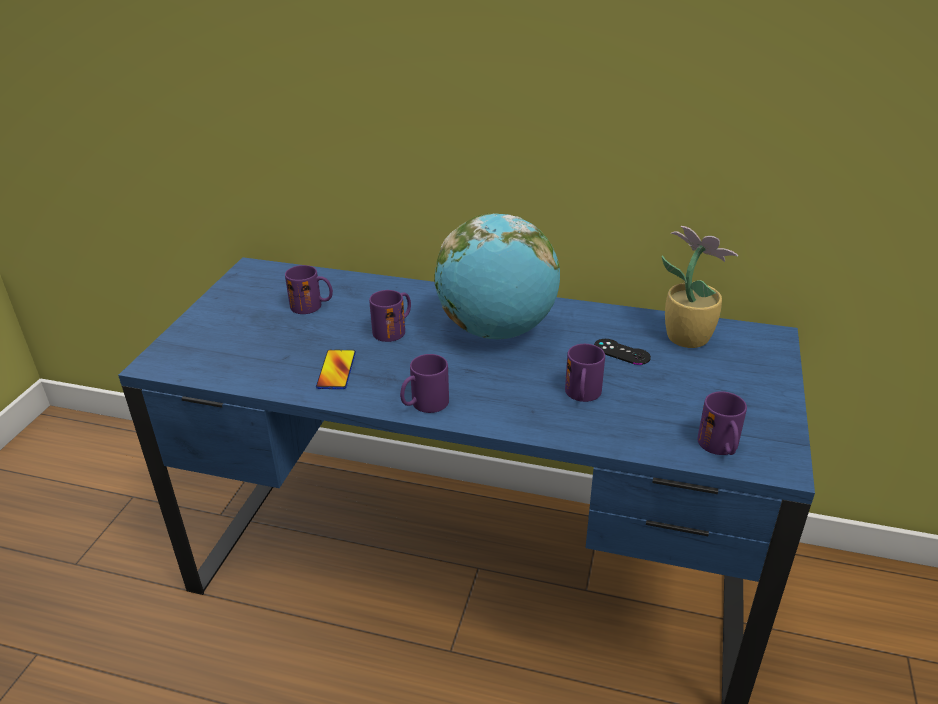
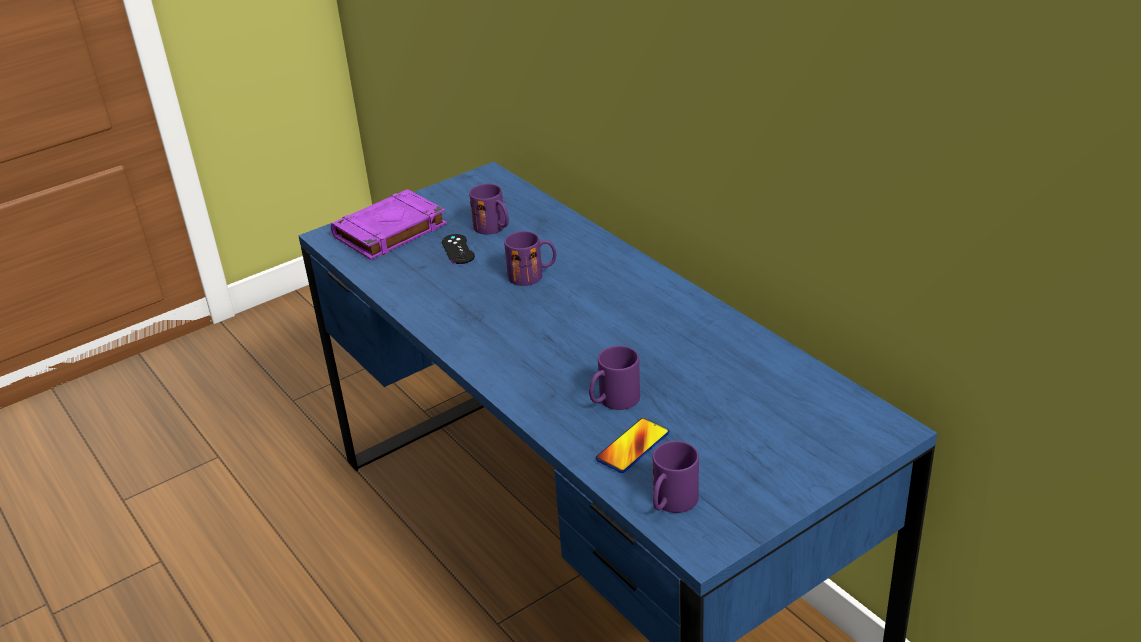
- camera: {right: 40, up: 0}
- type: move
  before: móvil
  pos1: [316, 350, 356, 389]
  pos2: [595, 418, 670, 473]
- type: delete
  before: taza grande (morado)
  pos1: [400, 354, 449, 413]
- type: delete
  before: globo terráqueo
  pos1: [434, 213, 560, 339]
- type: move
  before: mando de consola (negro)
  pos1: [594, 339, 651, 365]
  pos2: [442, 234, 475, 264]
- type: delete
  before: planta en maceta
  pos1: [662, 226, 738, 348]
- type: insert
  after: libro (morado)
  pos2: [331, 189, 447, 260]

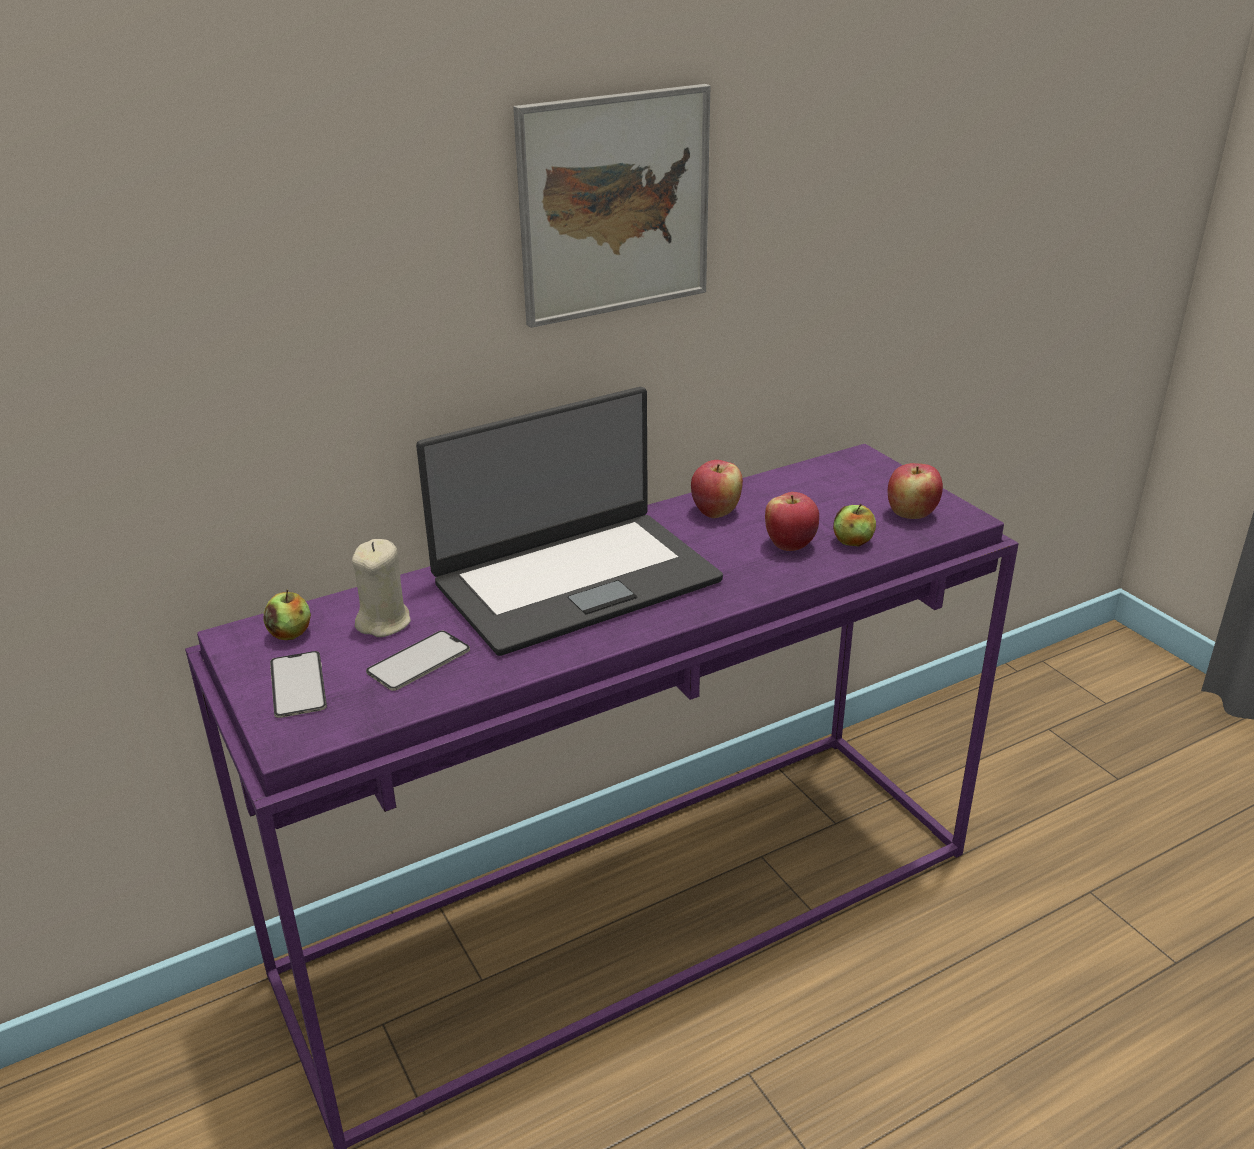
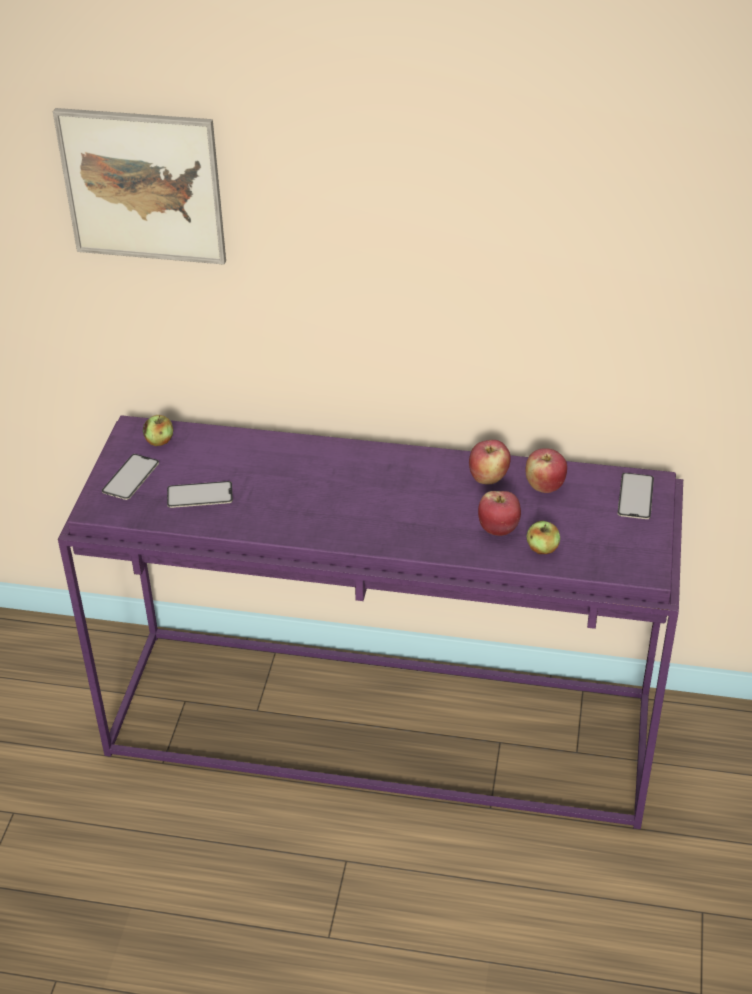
- camera: {right: 40, up: 10}
- type: delete
  before: vela (beis)
  pos1: [352, 539, 411, 637]
- type: delete
  before: portátil
  pos1: [416, 387, 723, 656]
- type: move
  before: cuadro
  pos1: [513, 84, 711, 328]
  pos2: [53, 108, 226, 265]
- type: move
  before: manzana
  pos1: [888, 463, 943, 519]
  pos2: [526, 448, 567, 493]
- type: insert
  after: móvil
  pos2: [617, 473, 654, 519]

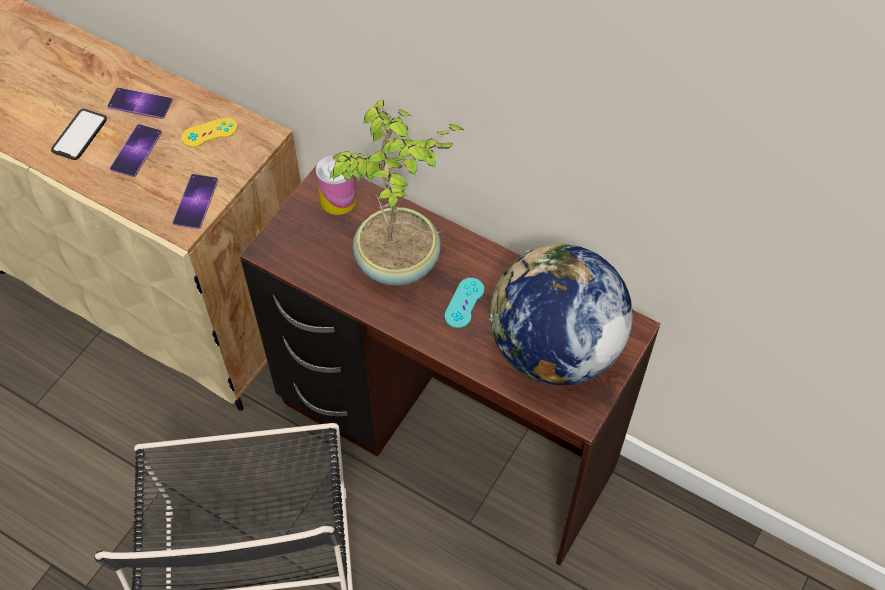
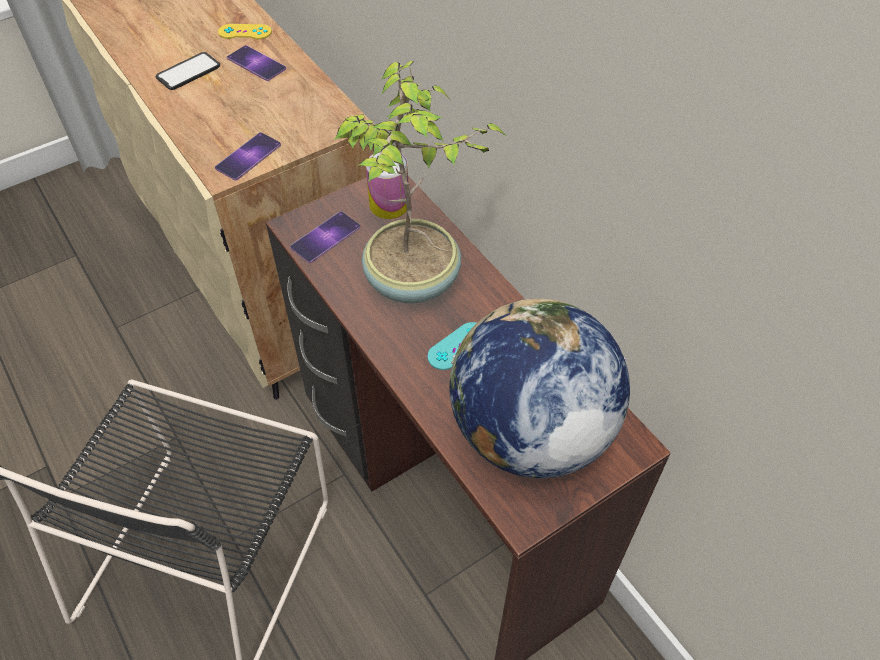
- camera: {right: 25, up: -5}
- type: move
  before: móvil
  pos1: [110, 124, 162, 177]
  pos2: [290, 211, 361, 263]
- type: move
  before: mando de consola (amarillo)
  pos1: [181, 117, 237, 147]
  pos2: [218, 24, 272, 39]

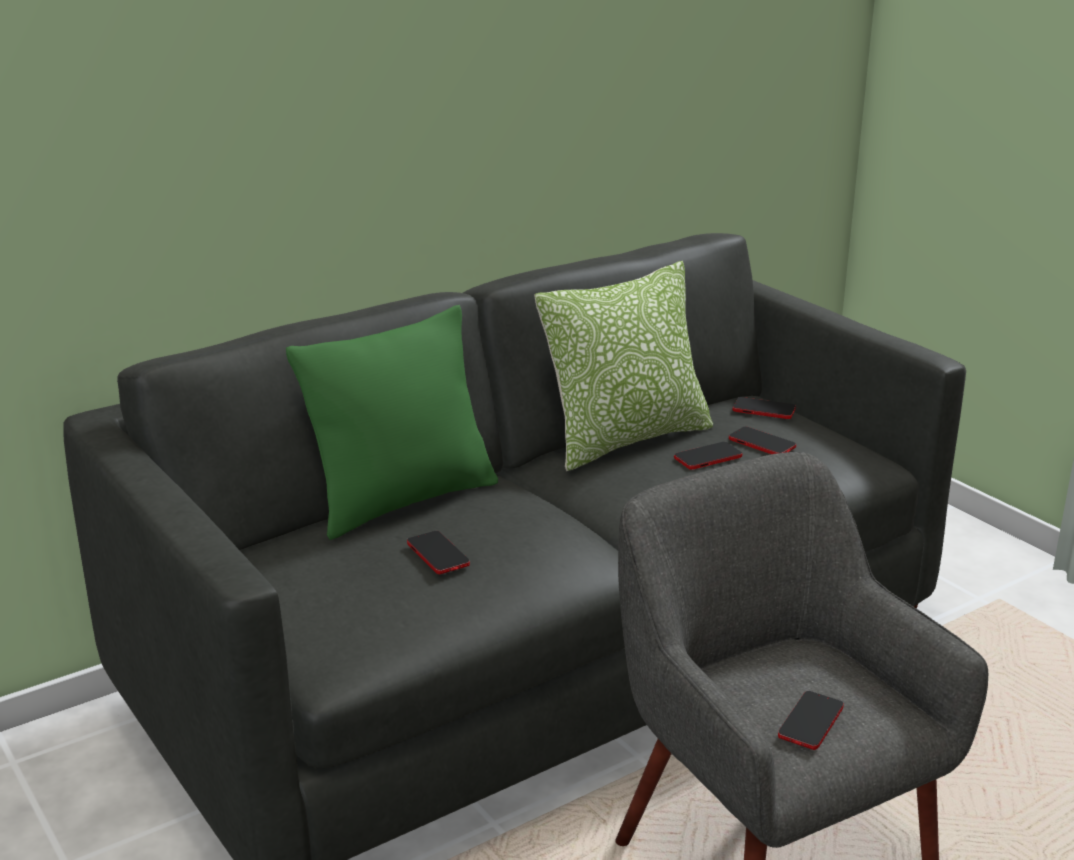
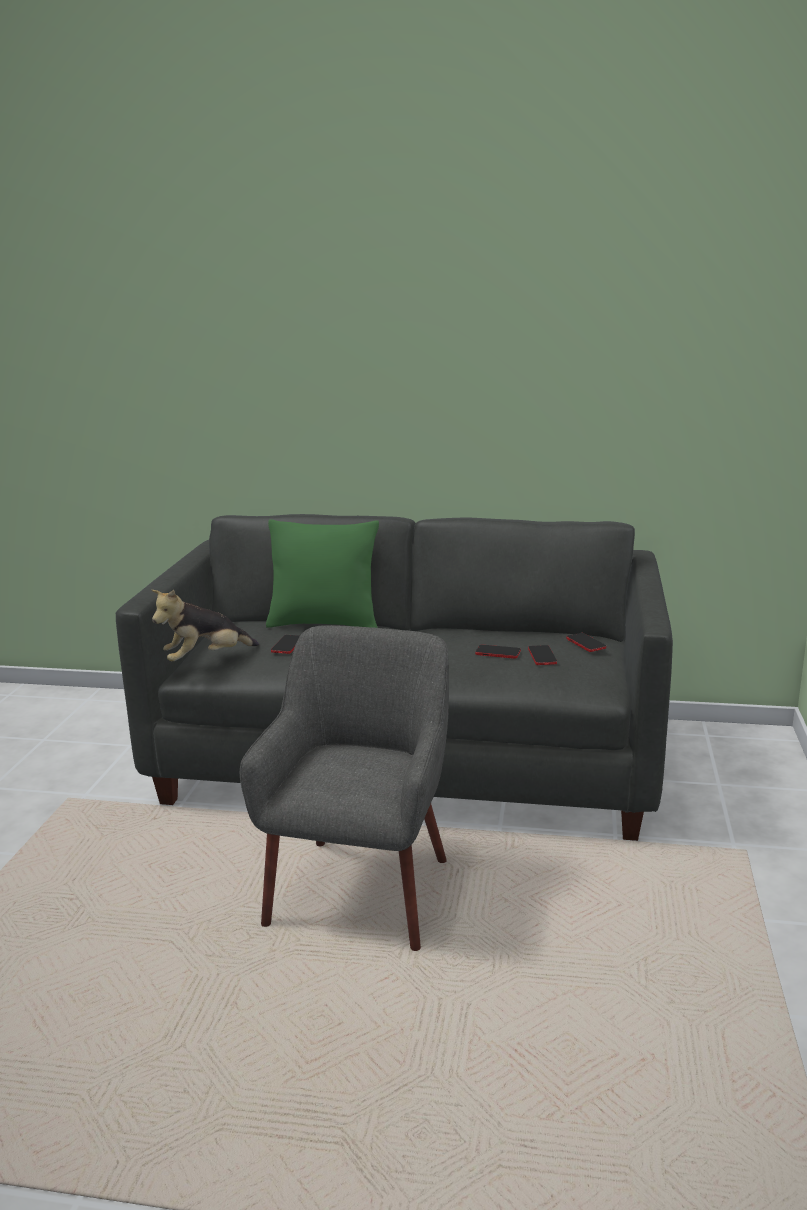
- camera: {right: 45, up: -5}
- type: delete
  before: cojín
  pos1: [534, 261, 713, 471]
- type: delete
  before: móvil
  pos1: [778, 691, 844, 750]
- type: insert
  after: peluche
  pos2: [152, 590, 259, 661]

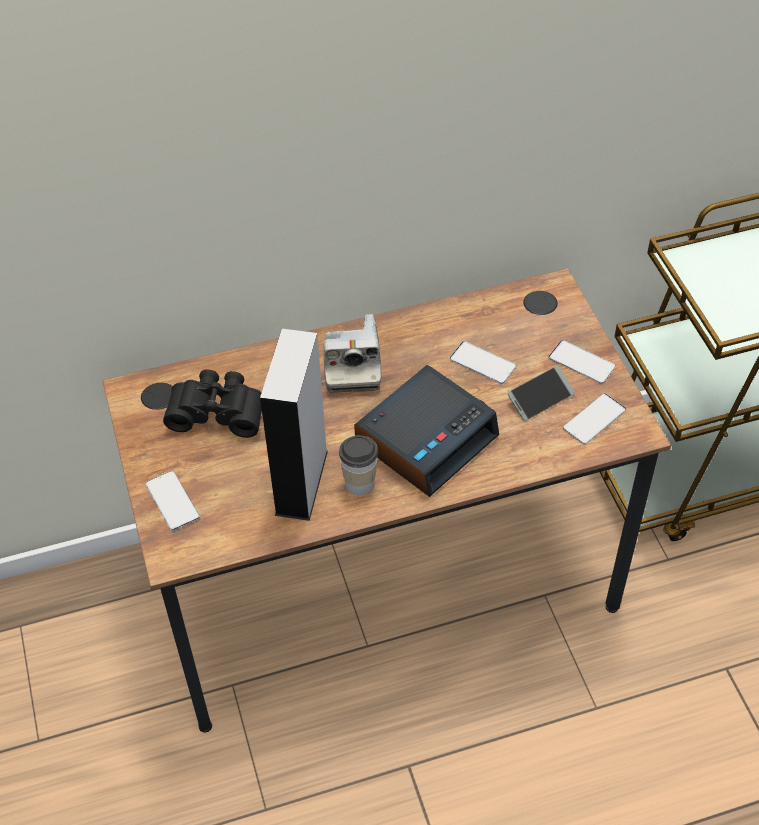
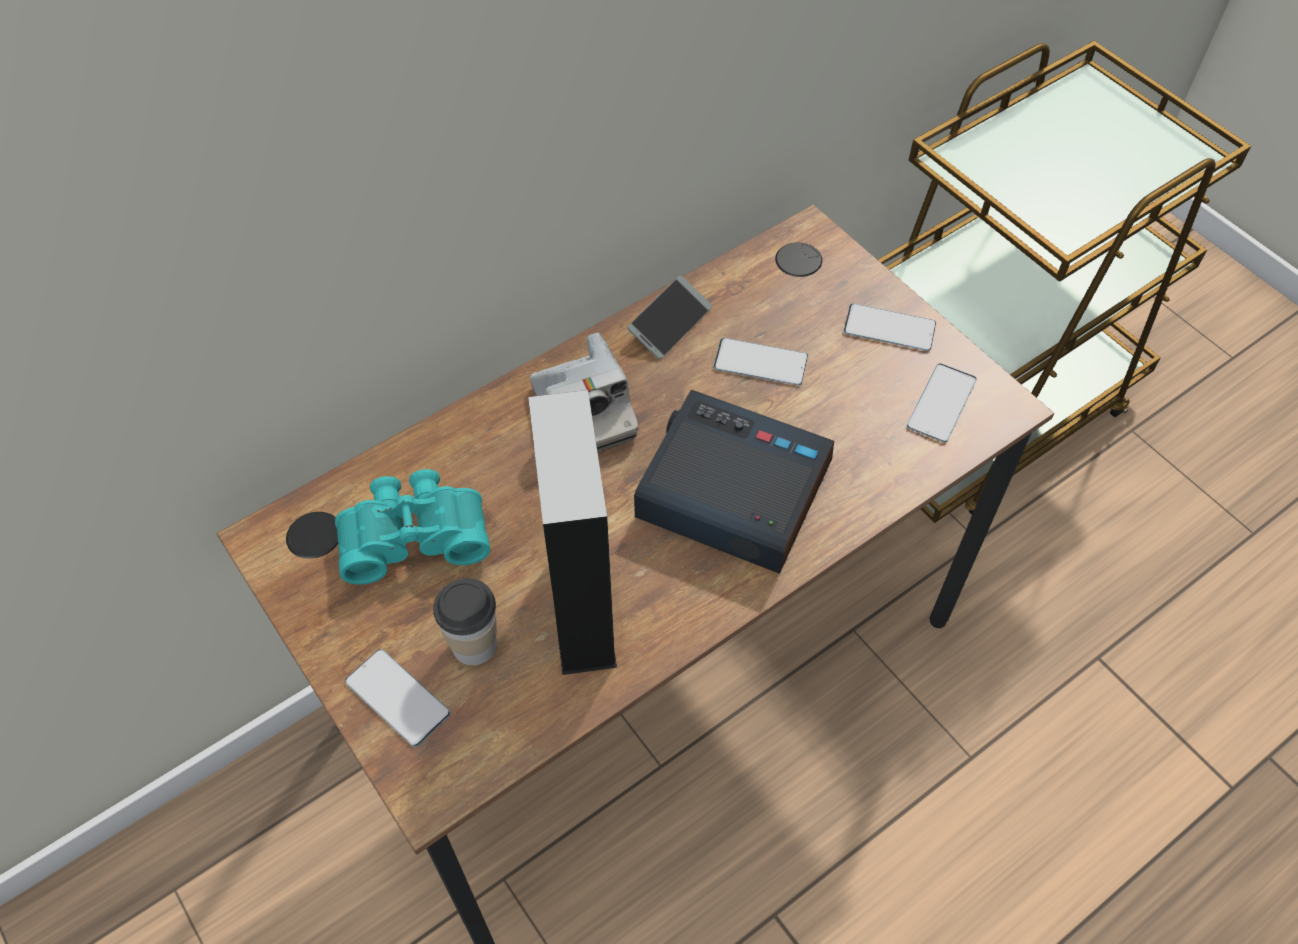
- camera: {right: -20, up: 5}
- type: recolor
  before: prismáticos (negro)
  after: prismáticos (turquesa)
  pos1: [163, 369, 262, 438]
  pos2: [335, 469, 490, 585]
- type: move
  before: taza
  pos1: [339, 435, 378, 495]
  pos2: [433, 579, 497, 665]
- type: rotate
  before: despertador
  pos1: [354, 365, 499, 497]
  pos2: [634, 390, 834, 574]
  turn: -90
- type: move
  before: móvil
  pos1: [507, 366, 575, 421]
  pos2: [627, 276, 712, 359]

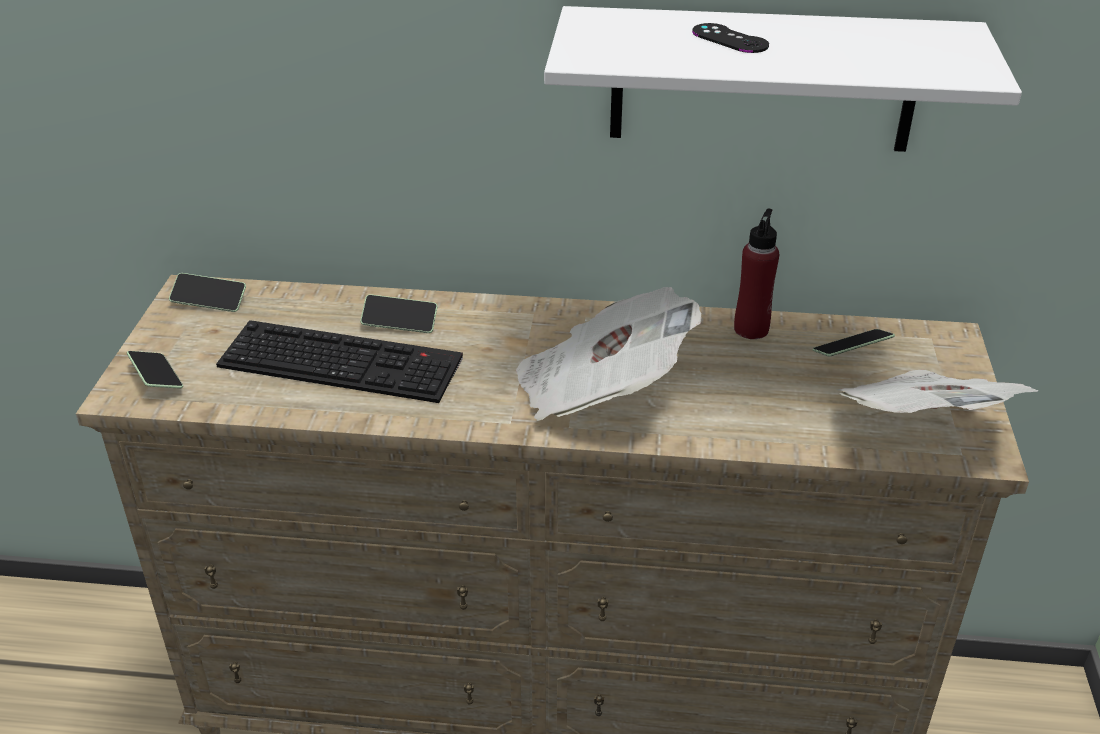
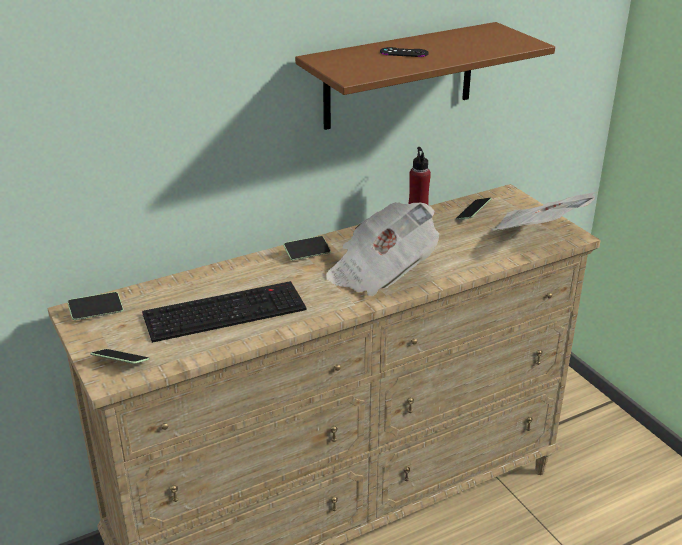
- camera: {right: -35, up: -5}
- type: move
  before: móvil
  pos1: [360, 294, 437, 333]
  pos2: [283, 236, 331, 260]
- type: recolor
  before: estante (blanco)
  after: estante (marrón)
  pos1: [544, 6, 1022, 152]
  pos2: [295, 22, 555, 130]

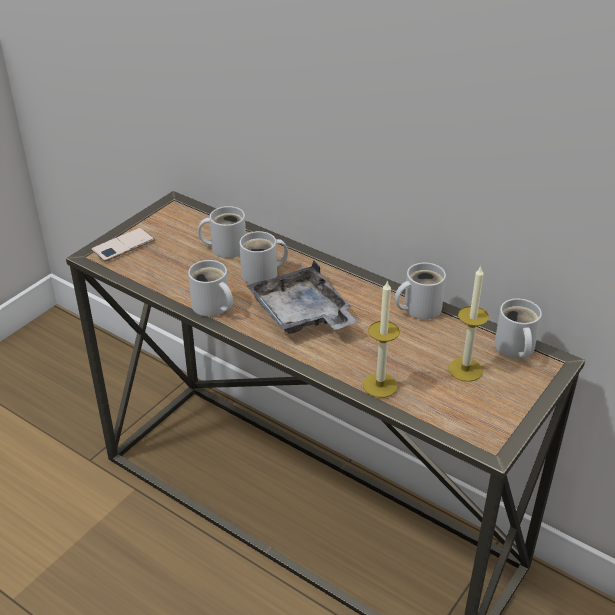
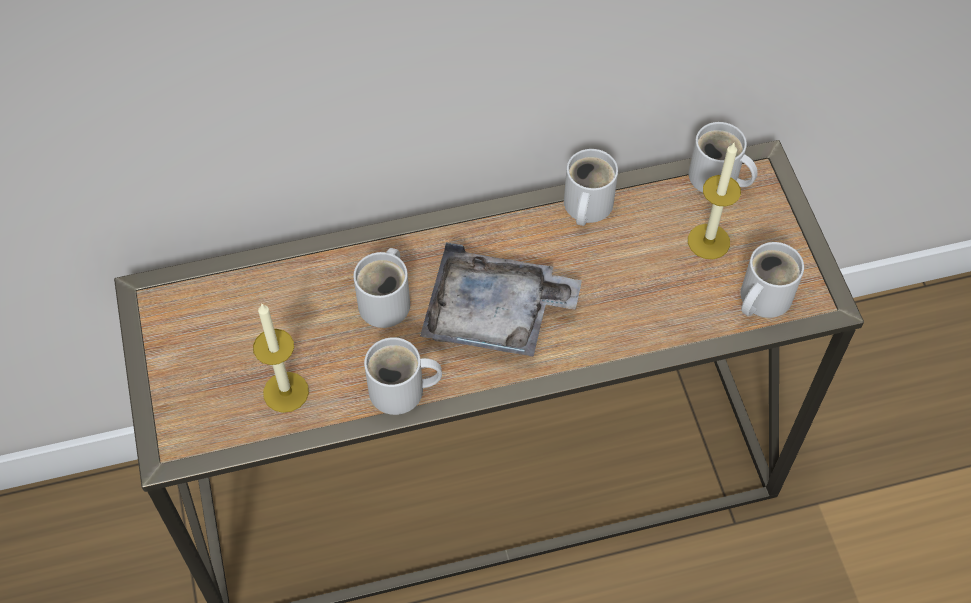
- camera: {right: -50, up: 20}
- type: delete
  before: móvil
  pos1: [91, 228, 155, 262]
- type: move
  before: taza grande (blanco)
  pos1: [198, 206, 246, 258]
  pos2: [741, 242, 804, 318]
- type: move
  before: vela
  pos1: [363, 280, 400, 398]
  pos2: [253, 303, 309, 413]

